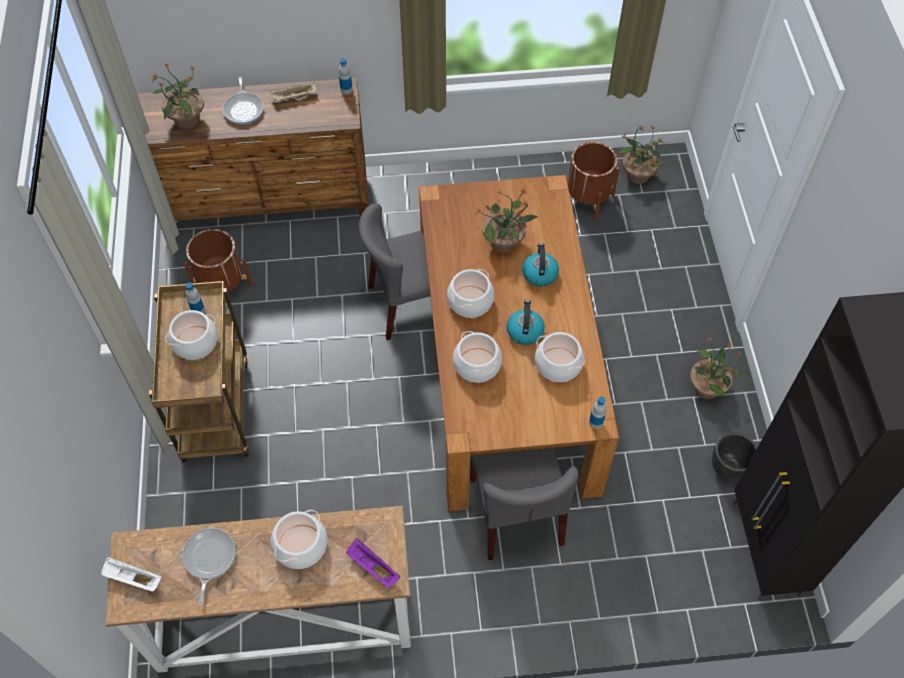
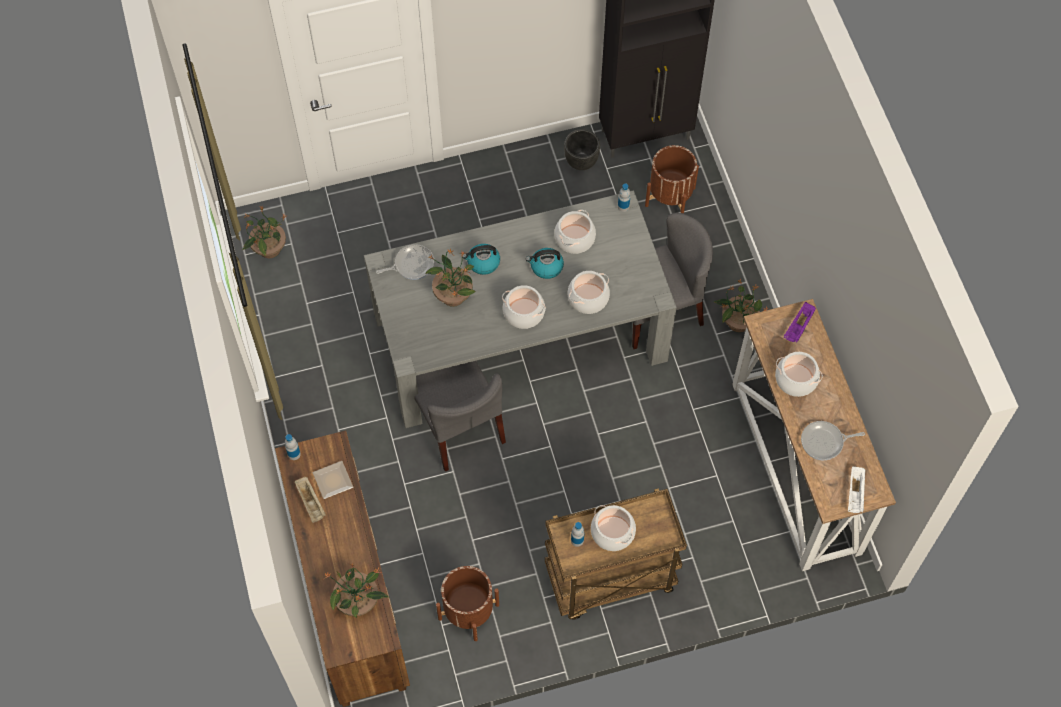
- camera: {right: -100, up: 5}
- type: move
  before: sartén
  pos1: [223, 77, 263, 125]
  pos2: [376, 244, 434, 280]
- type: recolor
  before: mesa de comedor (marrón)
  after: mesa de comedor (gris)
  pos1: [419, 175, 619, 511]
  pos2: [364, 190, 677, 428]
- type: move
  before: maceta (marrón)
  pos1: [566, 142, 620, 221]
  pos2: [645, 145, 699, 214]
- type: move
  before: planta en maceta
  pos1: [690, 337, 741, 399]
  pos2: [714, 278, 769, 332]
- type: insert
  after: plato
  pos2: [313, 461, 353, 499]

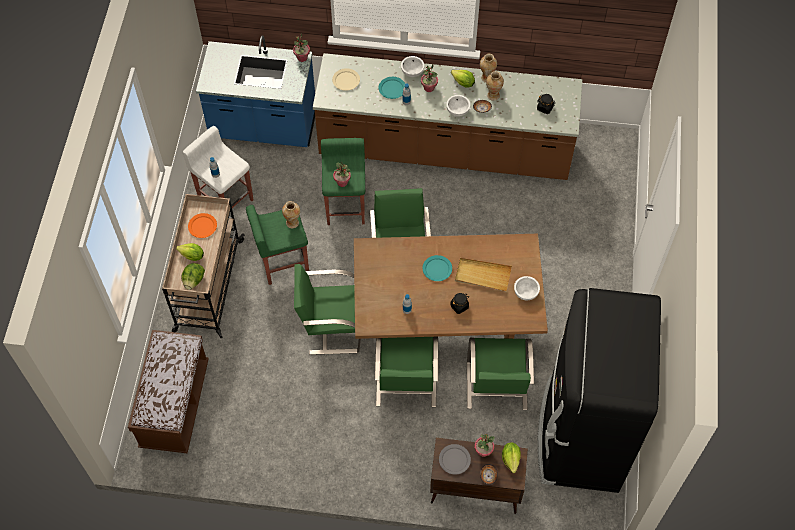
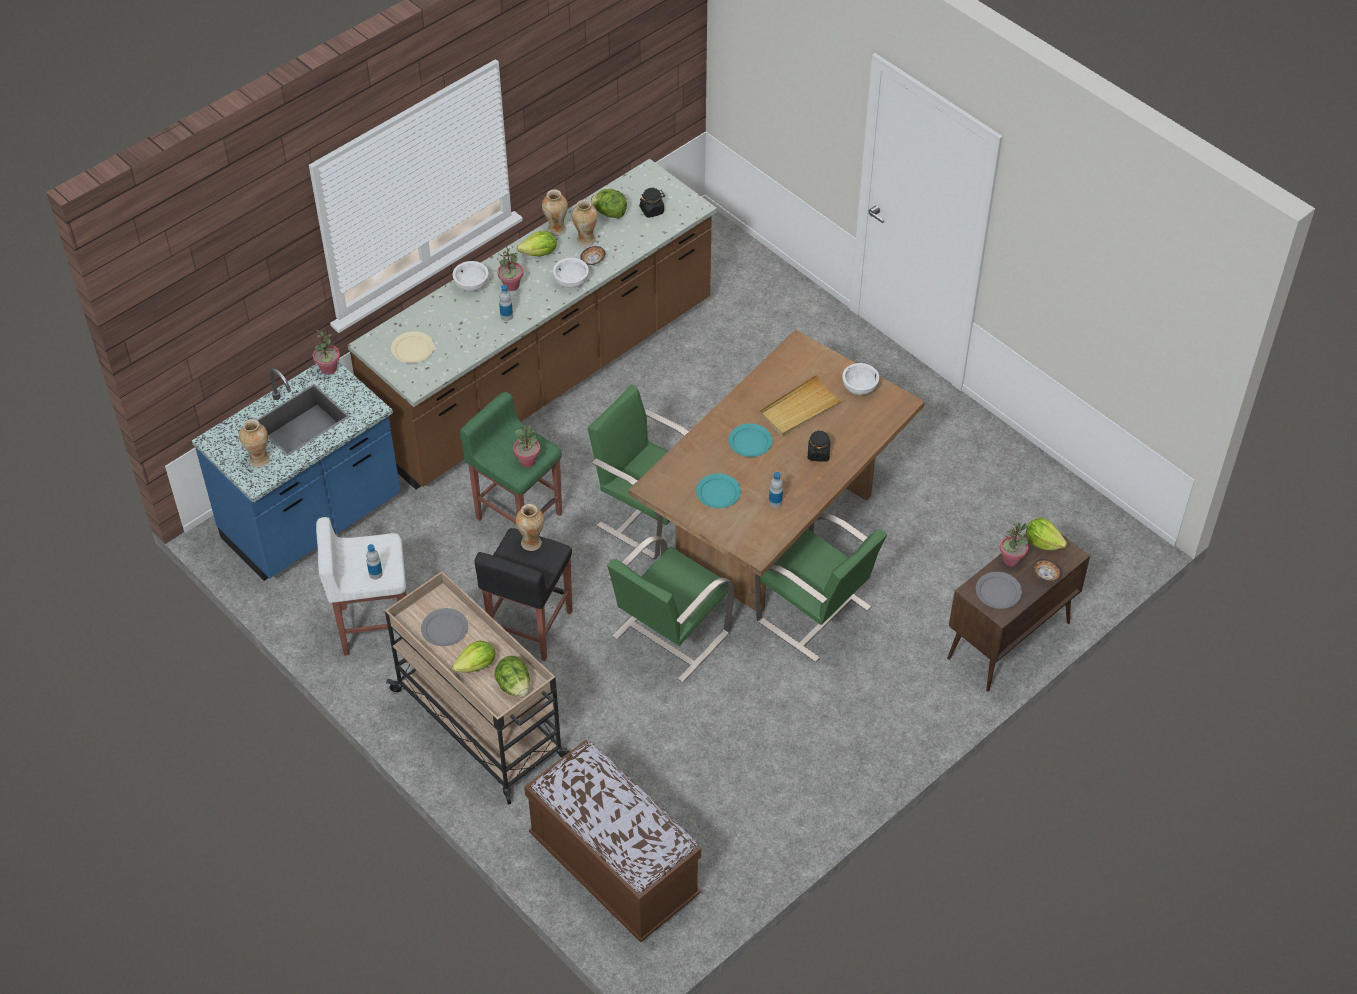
- camera: {right: -50, up: -10}
- type: recolor
  before: plato (naranja)
  after: plato (gris)
  pos1: [188, 213, 217, 238]
  pos2: [421, 608, 468, 646]
- type: recolor
  before: taburete (verde)
  after: taburete (negro)
  pos1: [246, 205, 309, 285]
  pos2: [474, 528, 572, 661]
- type: move
  before: plato (turquesa)
  pos1: [379, 77, 405, 99]
  pos2: [696, 473, 741, 508]
- type: delete
  before: silla (verde)
  pos1: [467, 338, 534, 410]
- type: delete
  before: nevera (negro)
  pos1: [537, 288, 661, 493]
- type: insert
  after: florero
  pos2: [239, 419, 270, 468]
- type: insert
  after: lechuga
  pos2: [590, 189, 627, 219]

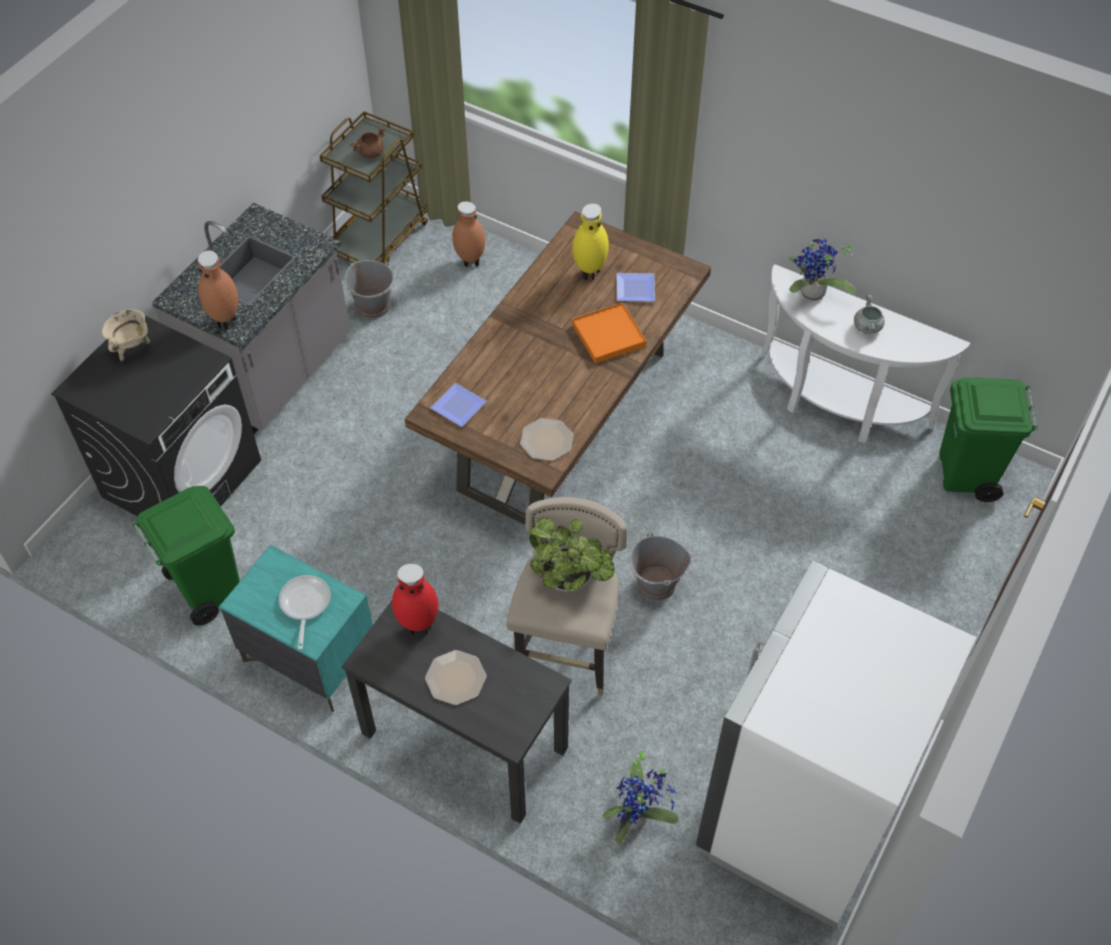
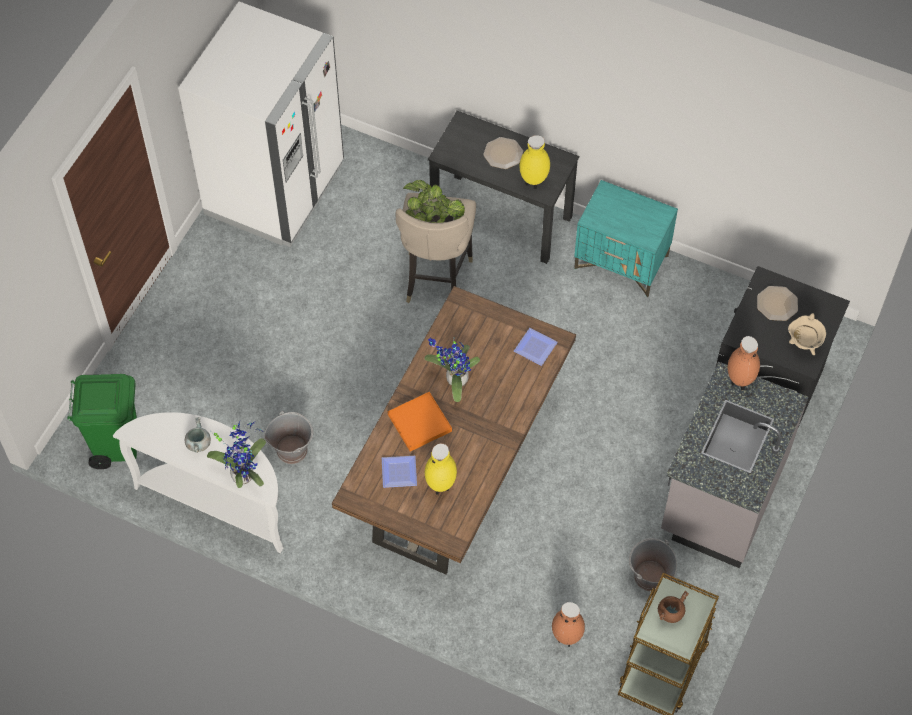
- camera: {right: 175, up: 5}
- type: delete
  before: papelera (verde)
  pos1: [132, 486, 240, 626]
- type: delete
  before: sartén
  pos1: [279, 575, 331, 650]
- type: recolor
  before: florero (rojo)
  after: florero (amarillo)
  pos1: [392, 564, 438, 635]
  pos2: [519, 135, 550, 189]
- type: move
  before: plato
  pos1: [520, 418, 573, 461]
  pos2: [757, 286, 798, 321]
- type: move
  before: planta en maceta
  pos1: [603, 745, 679, 843]
  pos2: [424, 337, 480, 402]
- type: move
  before: cubo (gris)
  pos1: [629, 532, 692, 601]
  pos2: [264, 411, 313, 464]

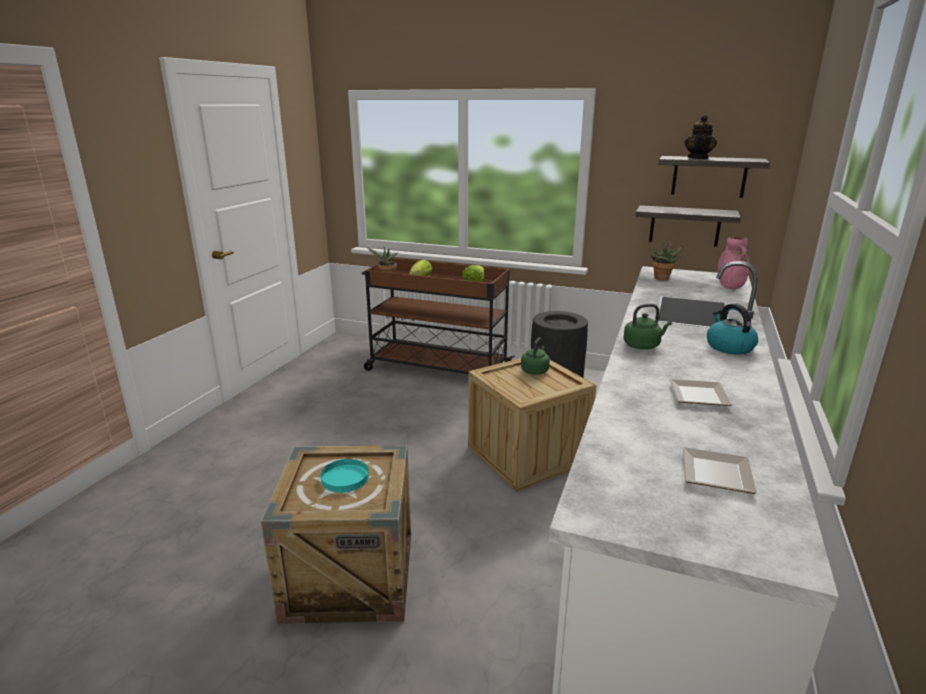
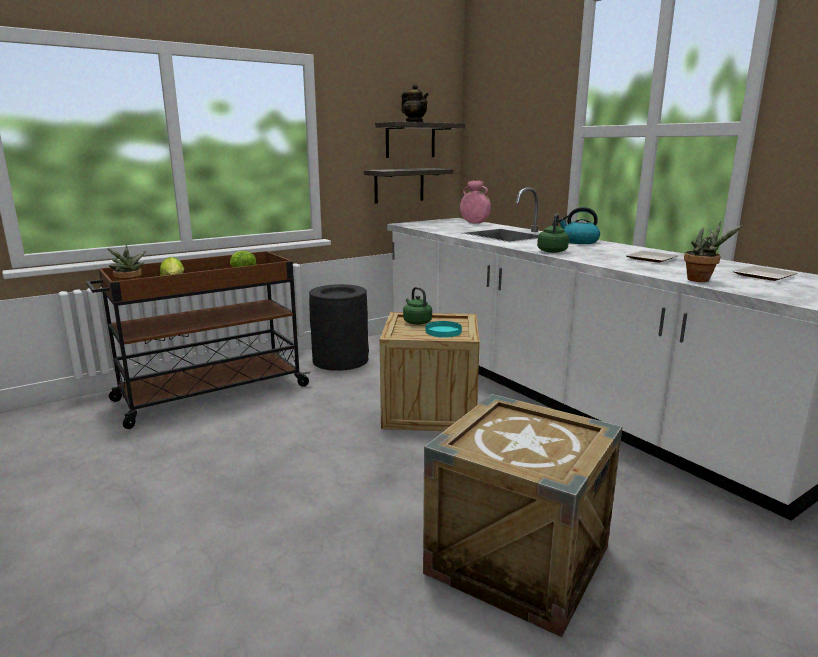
- camera: {right: -55, up: -5}
- type: move
  before: plato (turquesa)
  pos1: [320, 459, 369, 493]
  pos2: [426, 321, 462, 337]
- type: move
  before: planta en maceta
  pos1: [651, 240, 683, 280]
  pos2: [684, 221, 743, 282]

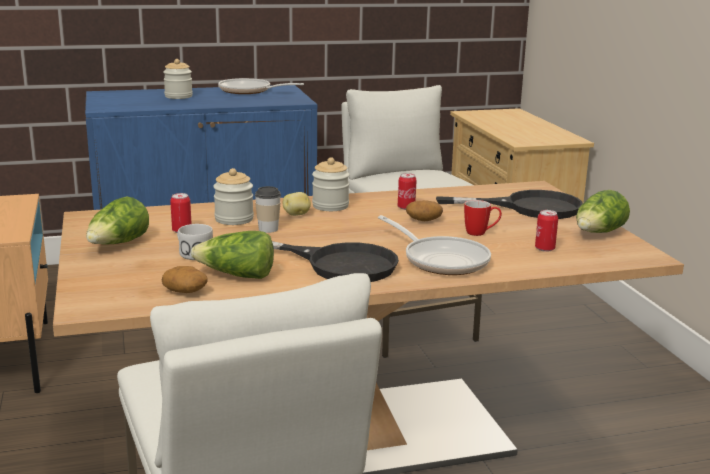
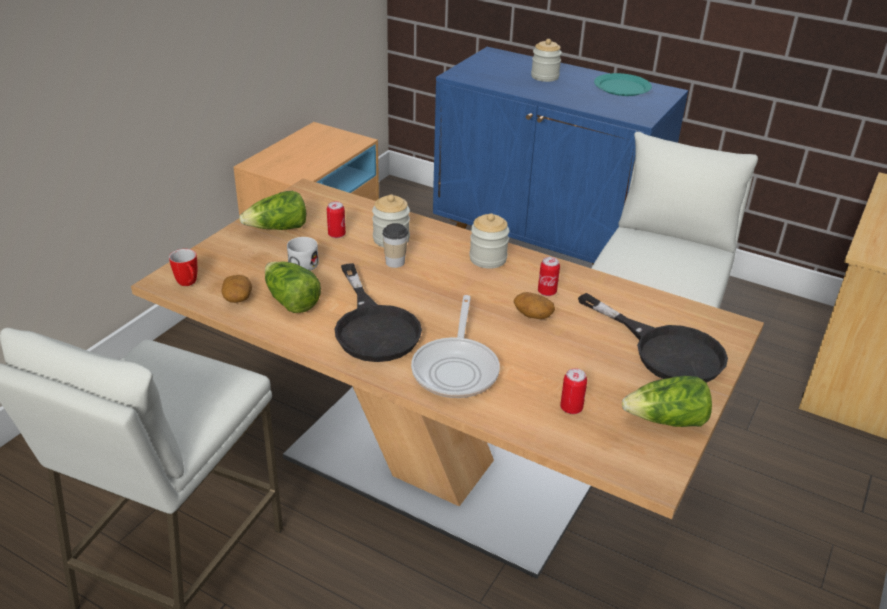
- camera: {right: 45, up: 15}
- type: replace
  before: sartén
  after: plato (turquesa)
  pos1: [218, 78, 304, 94]
  pos2: [594, 73, 652, 96]
- type: delete
  before: patata
  pos1: [283, 192, 311, 216]
- type: move
  before: taza grande
  pos1: [464, 200, 502, 236]
  pos2: [169, 249, 197, 286]

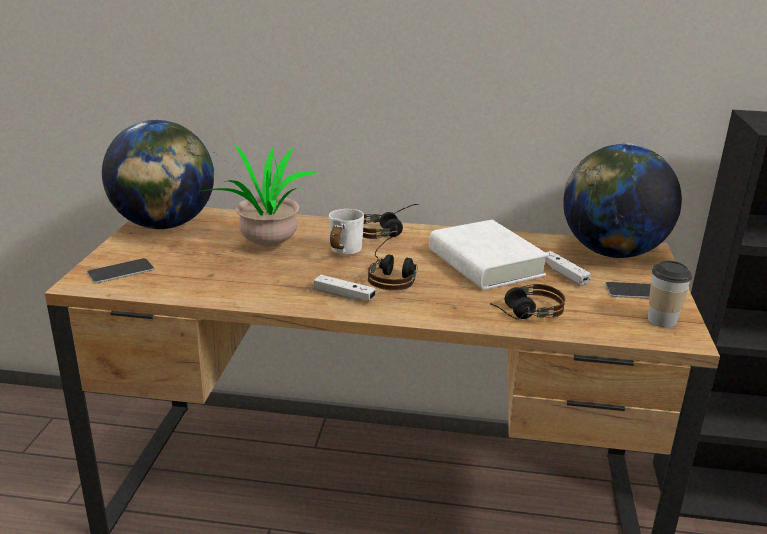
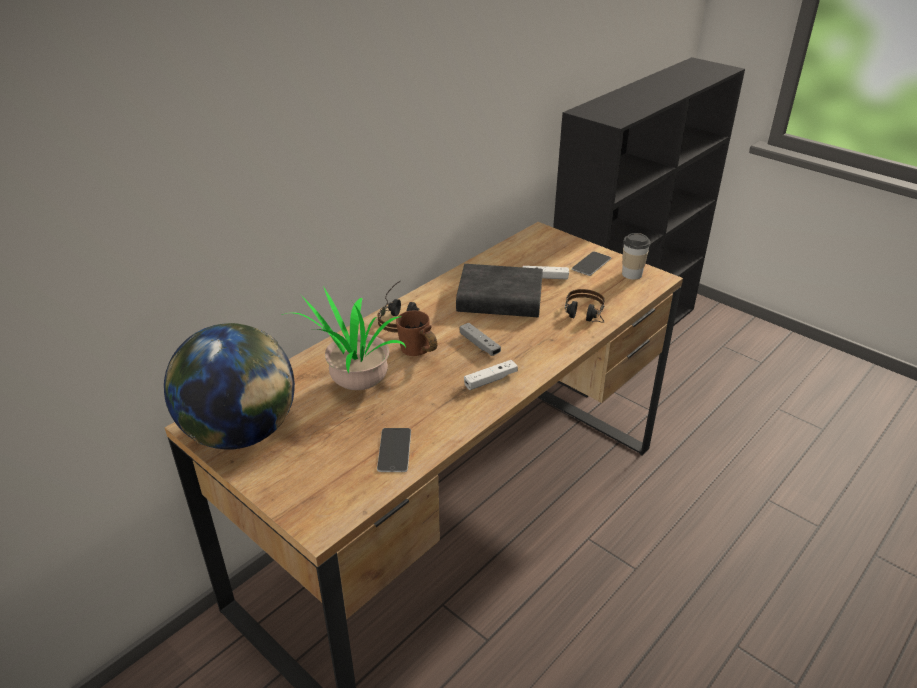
- camera: {right: -55, up: 10}
- type: move
  before: móvil
  pos1: [87, 258, 155, 283]
  pos2: [377, 428, 411, 472]
- type: recolor
  before: taza grande (blanco)
  after: taza grande (marrón)
  pos1: [329, 209, 364, 255]
  pos2: [396, 310, 438, 356]
- type: replace
  before: auriculares
  after: mando de consola (gris)
  pos1: [368, 236, 418, 290]
  pos2: [460, 323, 501, 356]
- type: recolor
  before: libro (blanco)
  after: libro (negro)
  pos1: [429, 220, 549, 290]
  pos2: [456, 264, 543, 317]
- type: delete
  before: globo terráqueo
  pos1: [563, 143, 682, 258]

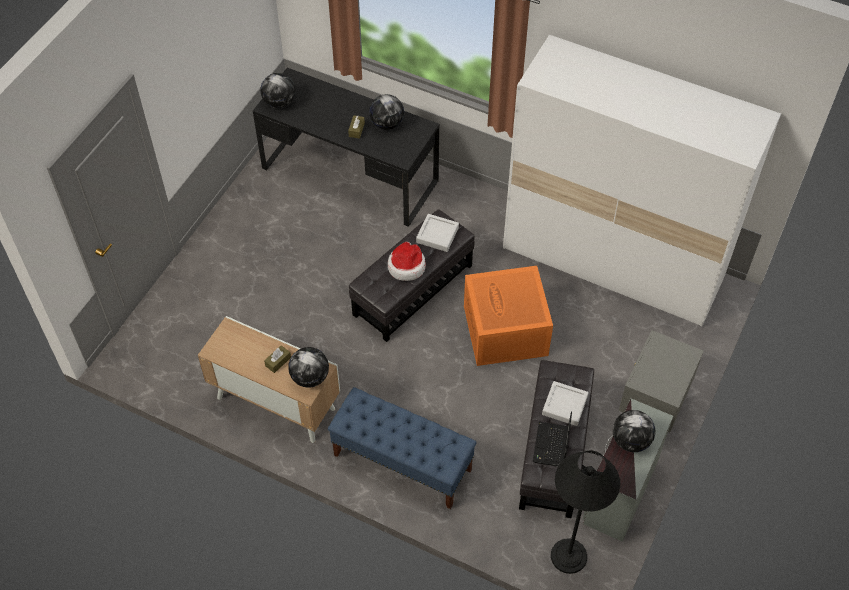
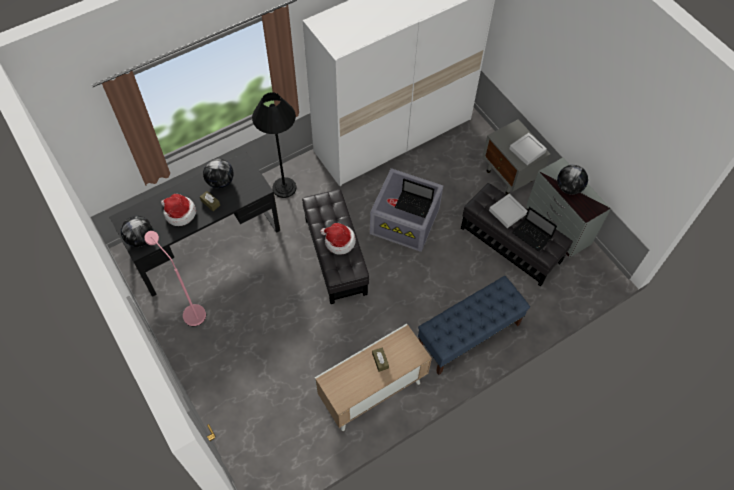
- camera: {right: -60, up: 5}
- type: delete
  before: globo terráqueo
  pos1: [288, 347, 329, 388]
- type: move
  before: bandeja (gris)
  pos1: [416, 214, 459, 252]
  pos2: [509, 133, 547, 165]
- type: recolor
  before: caja de almacenaje (naranja)
  after: caja de almacenaje (gris)
  pos1: [464, 266, 553, 366]
  pos2: [370, 168, 443, 252]
- type: move
  before: lámpara de pie (negro)
  pos1: [551, 451, 620, 574]
  pos2: [252, 92, 297, 198]
- type: insert
  after: lámpara de pie (rosa)
  pos2: [144, 231, 206, 326]
- type: insert
  after: sombrero
  pos2: [161, 194, 196, 226]
- type: insert
  after: portátil
  pos2: [395, 179, 434, 218]

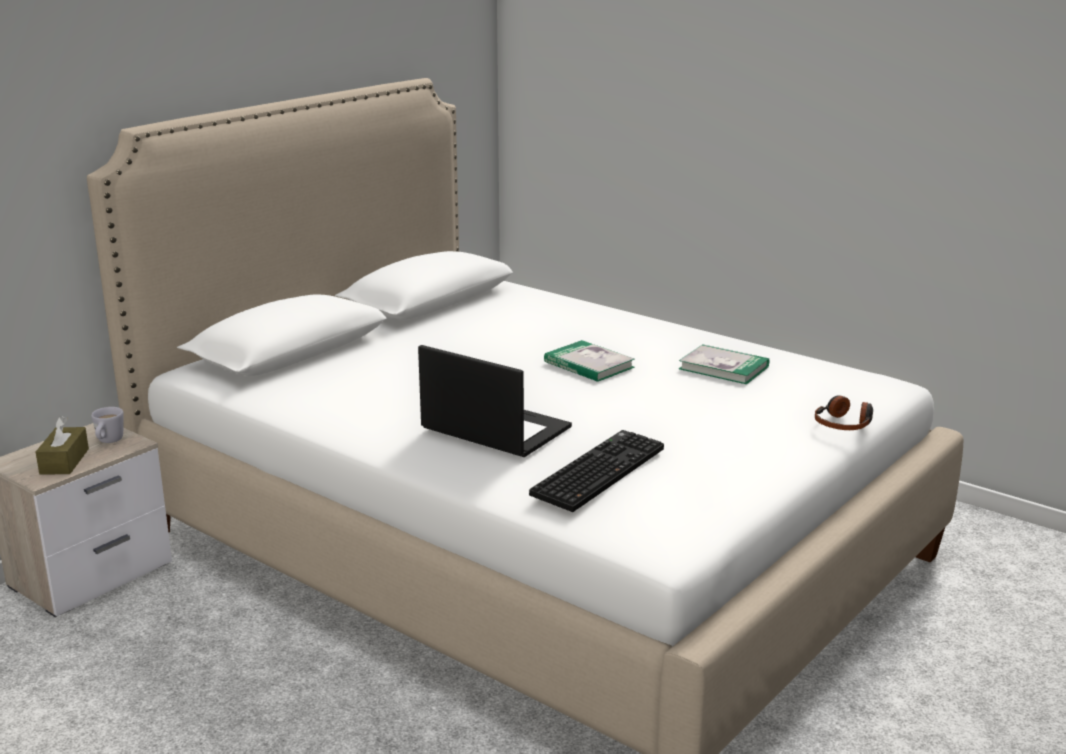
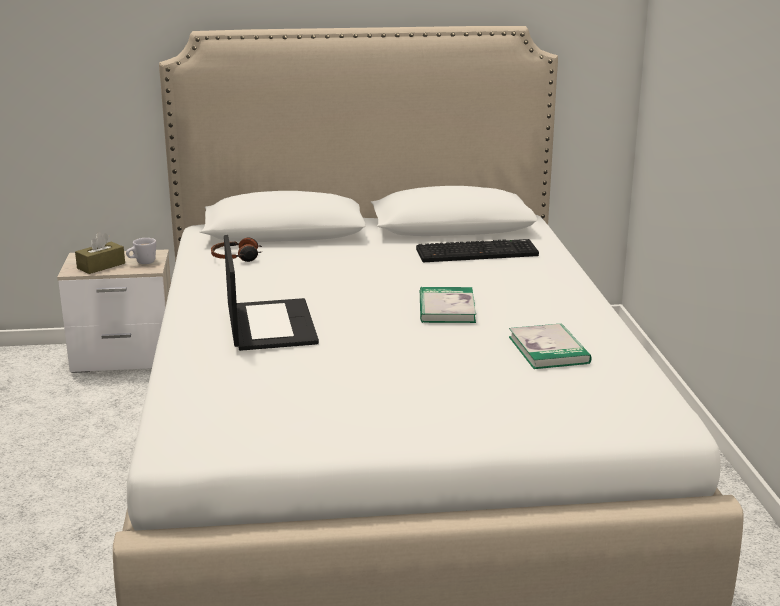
- camera: {right: 45, up: 0}
- type: move
  before: teclado
  pos1: [529, 430, 664, 512]
  pos2: [416, 239, 539, 262]
- type: move
  before: auriculares
  pos1: [815, 395, 873, 430]
  pos2: [211, 237, 261, 262]

